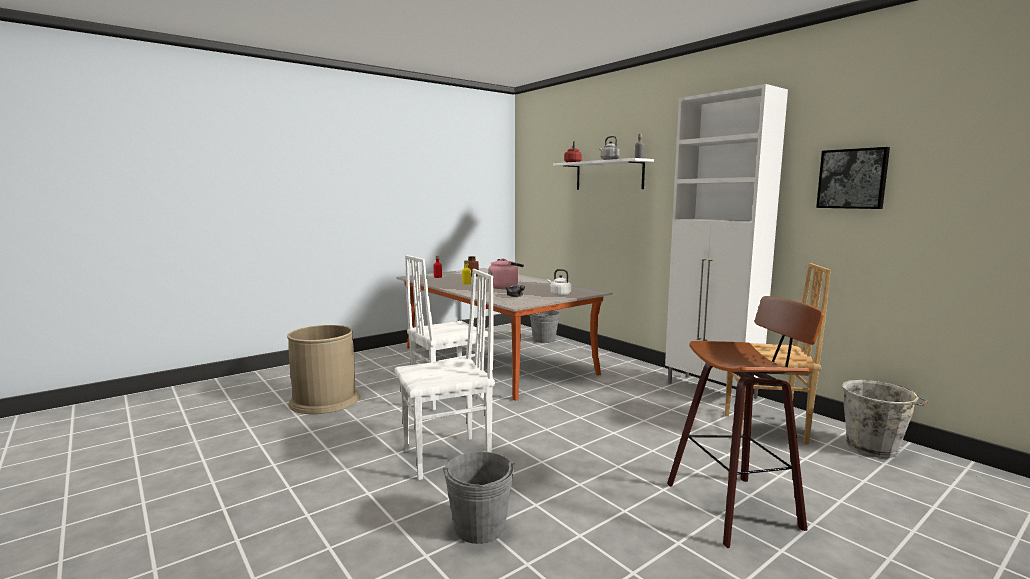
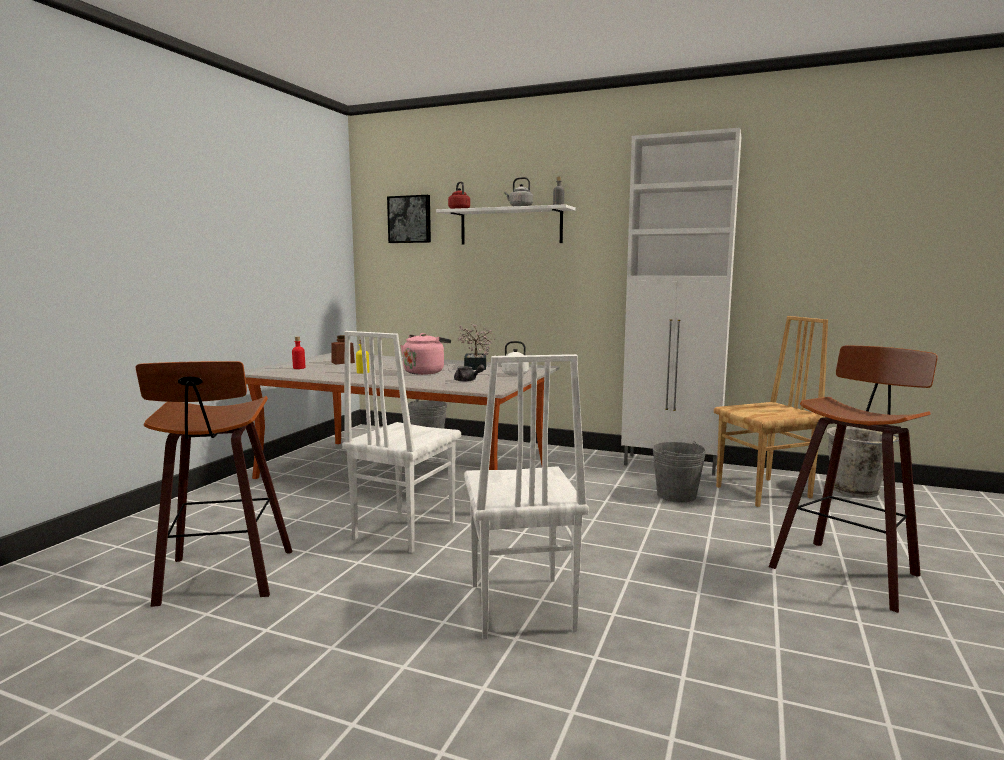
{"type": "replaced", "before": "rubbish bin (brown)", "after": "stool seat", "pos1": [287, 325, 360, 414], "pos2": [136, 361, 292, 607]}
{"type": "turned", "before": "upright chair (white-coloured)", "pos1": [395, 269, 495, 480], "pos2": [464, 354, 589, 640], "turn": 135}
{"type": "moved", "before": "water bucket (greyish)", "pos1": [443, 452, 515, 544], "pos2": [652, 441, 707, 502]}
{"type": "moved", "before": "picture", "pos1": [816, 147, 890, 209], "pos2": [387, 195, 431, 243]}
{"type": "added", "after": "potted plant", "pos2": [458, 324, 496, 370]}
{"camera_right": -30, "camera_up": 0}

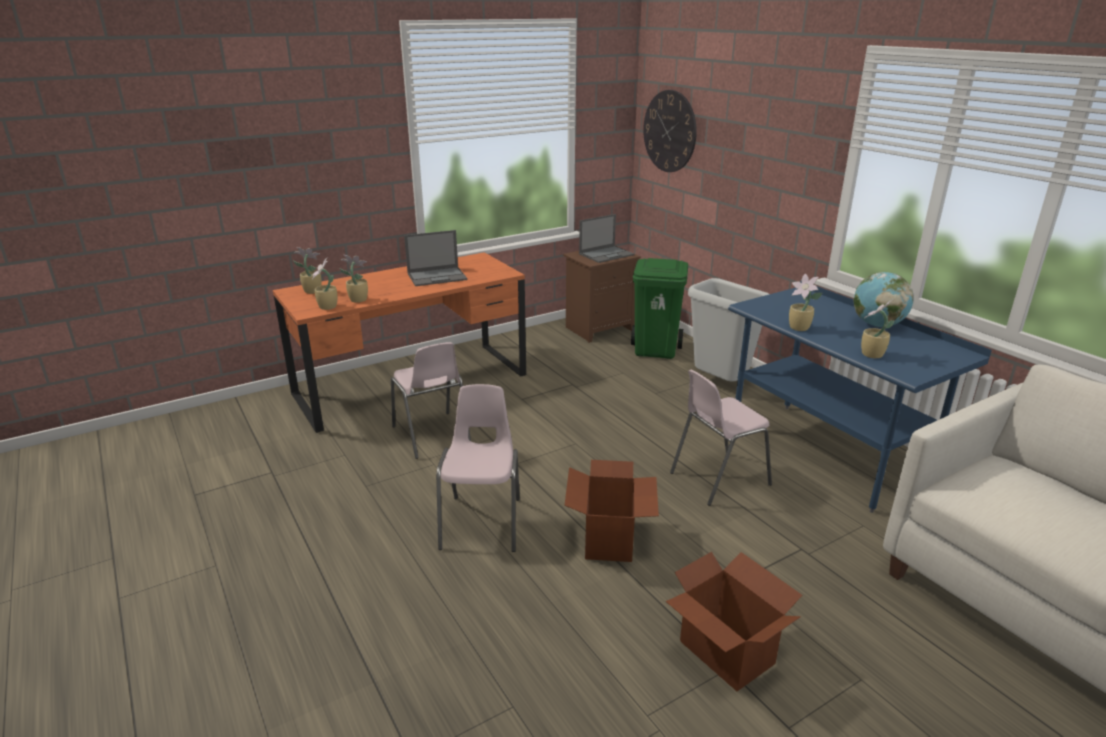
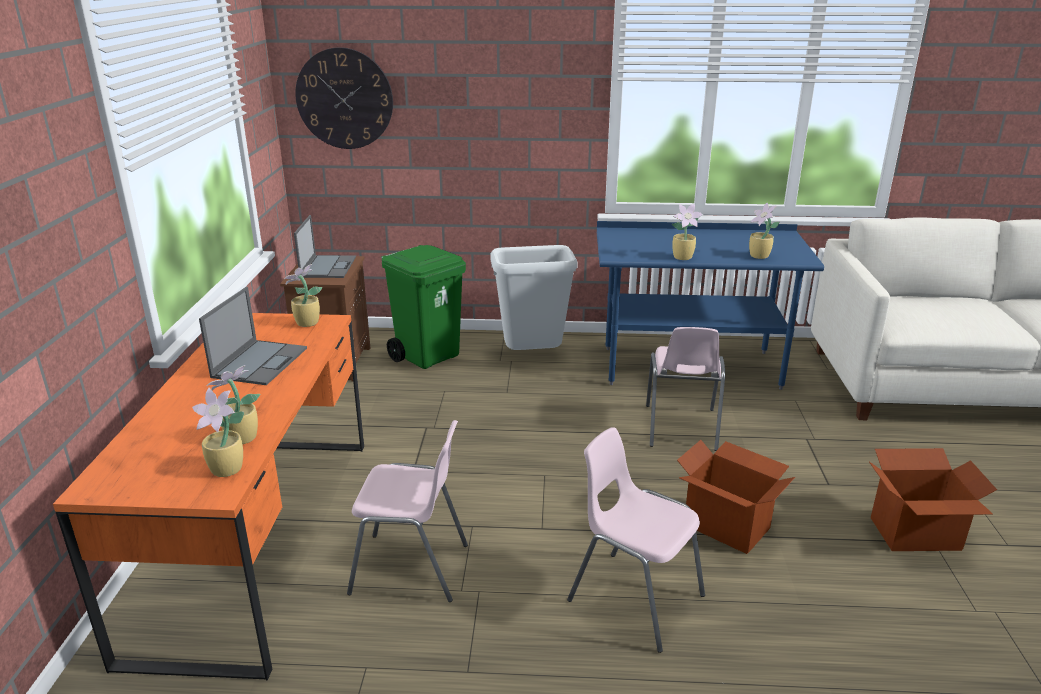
{"type": "moved", "before": "potted plant", "pos1": [293, 247, 322, 294], "pos2": [284, 264, 323, 327]}
{"type": "removed", "before": "world globe", "pos1": [853, 272, 913, 327]}
{"camera_right": -55, "camera_up": 0}

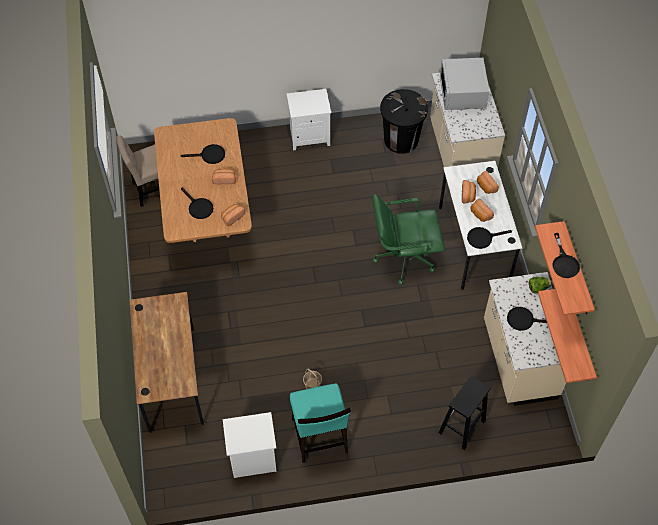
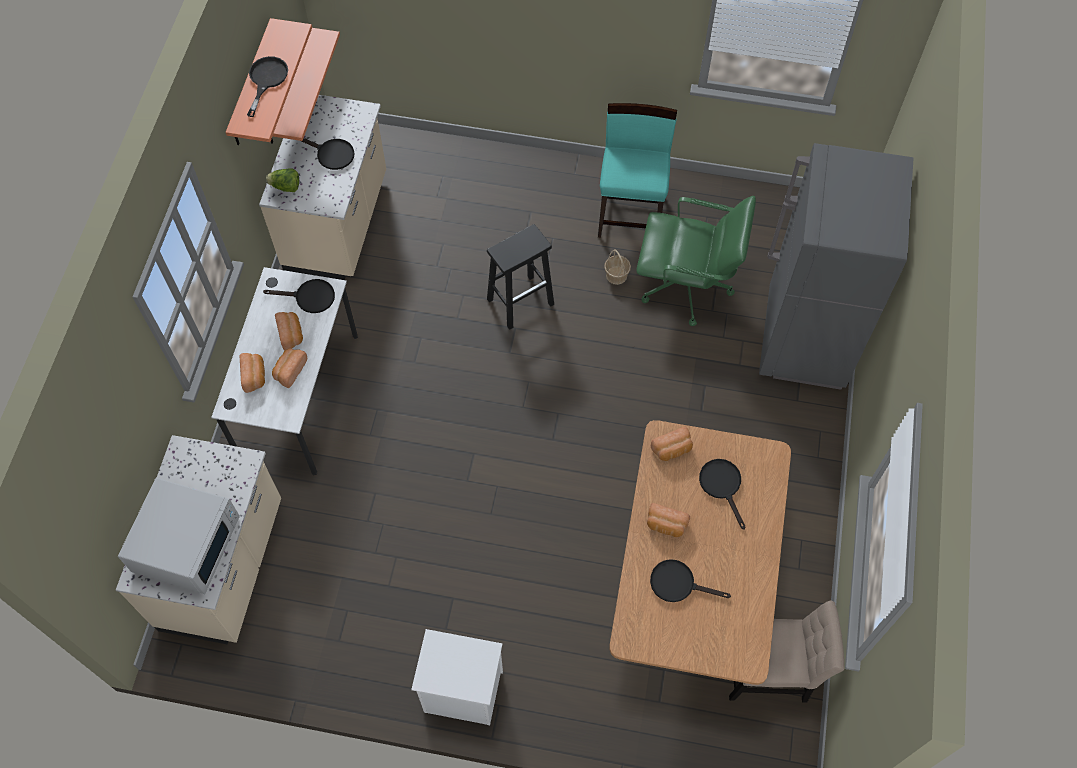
{"type": "replaced", "before": "desk (brown)", "after": "refrigerator (greyish)", "pos1": [129, 292, 204, 433], "pos2": [759, 143, 913, 390]}
{"type": "removed", "before": "bedside table (white-coloured)", "pos1": [223, 412, 277, 478]}
{"type": "moved", "before": "desk chair (green-coloured)", "pos1": [372, 194, 445, 285], "pos2": [636, 196, 756, 326]}
{"type": "removed", "before": "rubbish bin (black)", "pos1": [380, 89, 428, 154]}
{"type": "moved", "before": "stool seat (black)", "pos1": [439, 375, 491, 450], "pos2": [487, 224, 554, 330]}
{"camera_right": -160, "camera_up": 5}

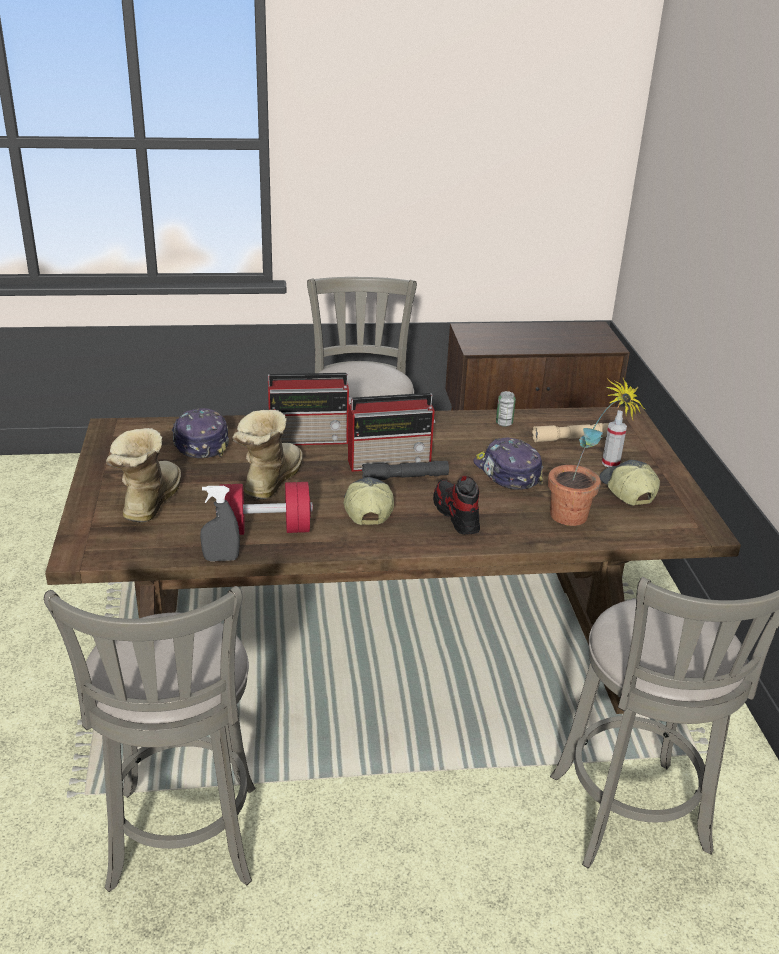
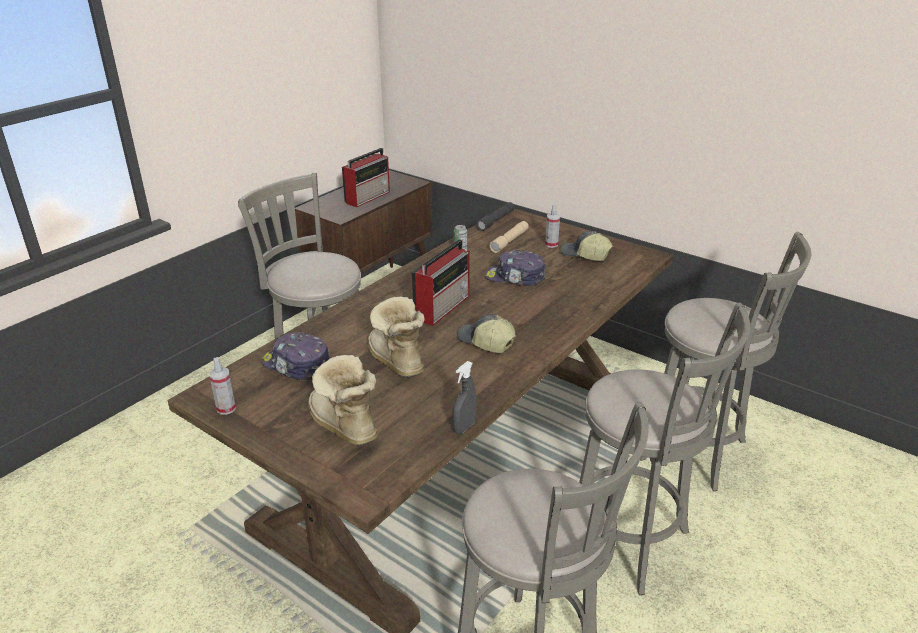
{"type": "removed", "before": "free weight (red-coloured)", "pos1": [216, 482, 313, 535]}
{"type": "moved", "before": "radio set", "pos1": [268, 373, 352, 445], "pos2": [342, 148, 390, 207]}
{"type": "moved", "before": "hand torch (greyish)", "pos1": [362, 461, 449, 480], "pos2": [476, 202, 515, 231]}
{"type": "removed", "before": "low shoe", "pos1": [433, 476, 480, 535]}
{"type": "removed", "before": "potted plant", "pos1": [548, 378, 646, 526]}
{"type": "added", "after": "spray bottle", "pos2": [209, 357, 236, 415]}
{"type": "added", "after": "stool seat (greyish)", "pos2": [579, 303, 750, 595]}
{"camera_right": -45, "camera_up": 0}

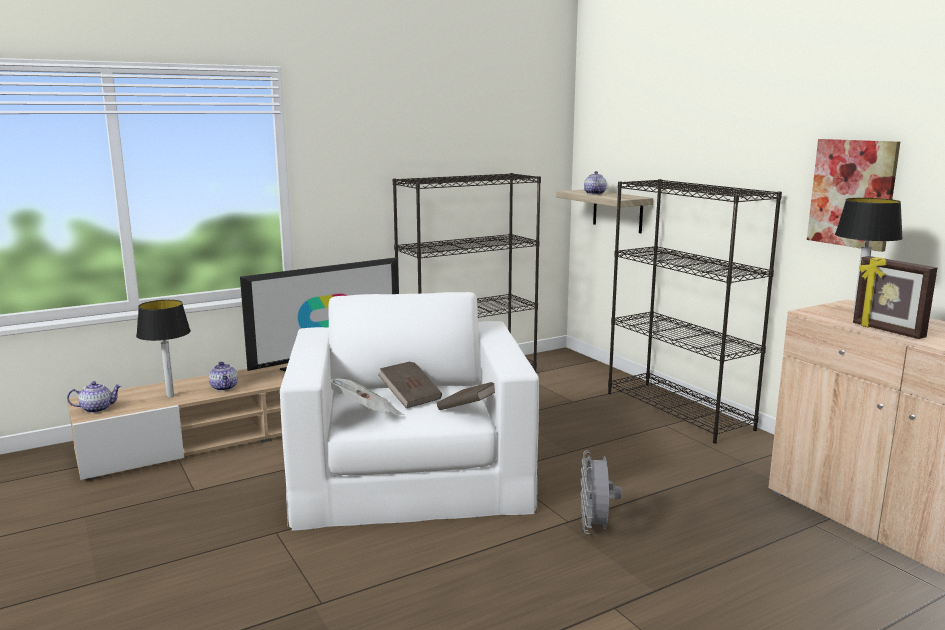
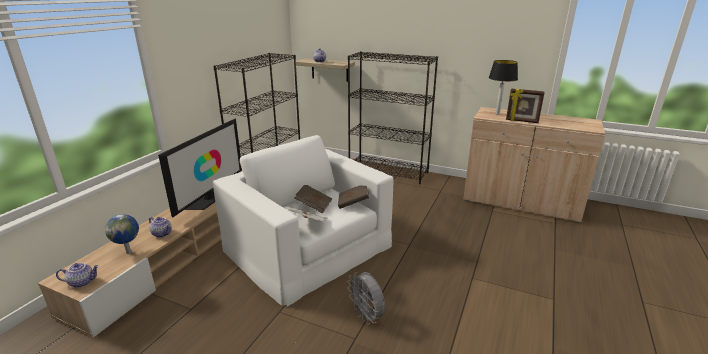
{"type": "turned", "before": "teapot", "pos1": [67, 381, 122, 413], "pos2": [56, 263, 99, 288], "turn": 45}
{"type": "replaced", "before": "tabletop lamp", "after": "world globe", "pos1": [136, 300, 191, 397], "pos2": [105, 214, 139, 254]}
{"type": "moved", "before": "cooling fan (greyish)", "pos1": [580, 450, 621, 534], "pos2": [347, 272, 385, 325]}
{"type": "removed", "before": "picture", "pos1": [807, 139, 900, 252]}
{"camera_right": -35, "camera_up": 10}

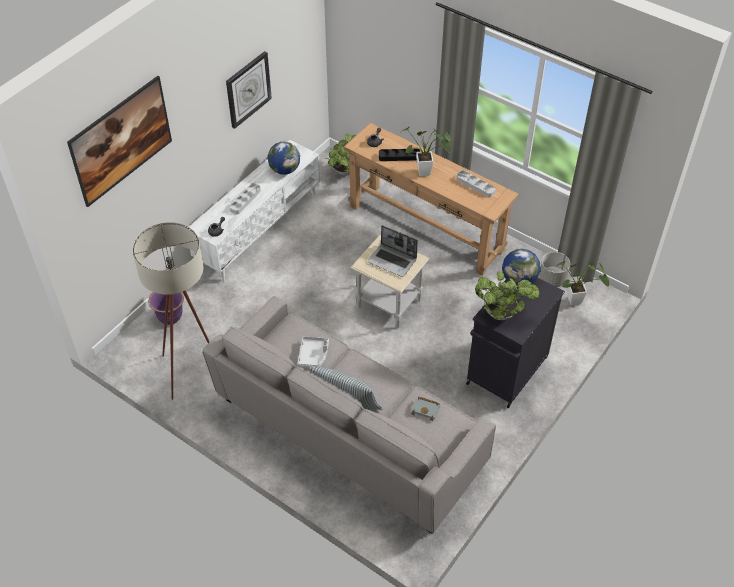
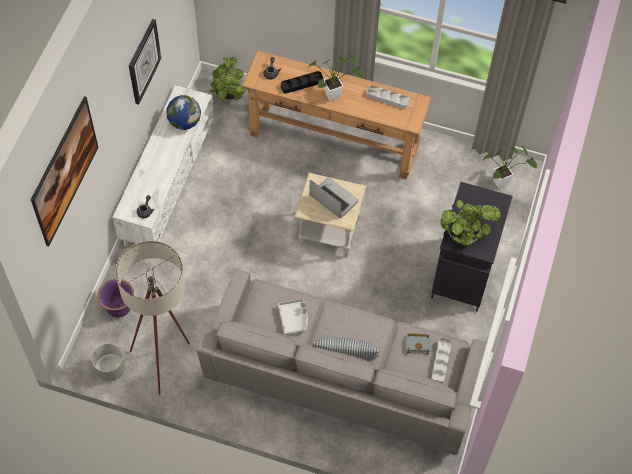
{"type": "moved", "before": "carrying tray (greyish)", "pos1": [229, 183, 261, 215], "pos2": [431, 338, 452, 383]}
{"type": "turned", "before": "portable computer", "pos1": [368, 225, 418, 277], "pos2": [309, 177, 359, 218], "turn": -150}
{"type": "removed", "before": "world globe", "pos1": [502, 249, 541, 285]}
{"type": "moved", "before": "planter (greyish)", "pos1": [539, 252, 570, 287], "pos2": [92, 343, 126, 382]}
{"camera_right": -20, "camera_up": 10}

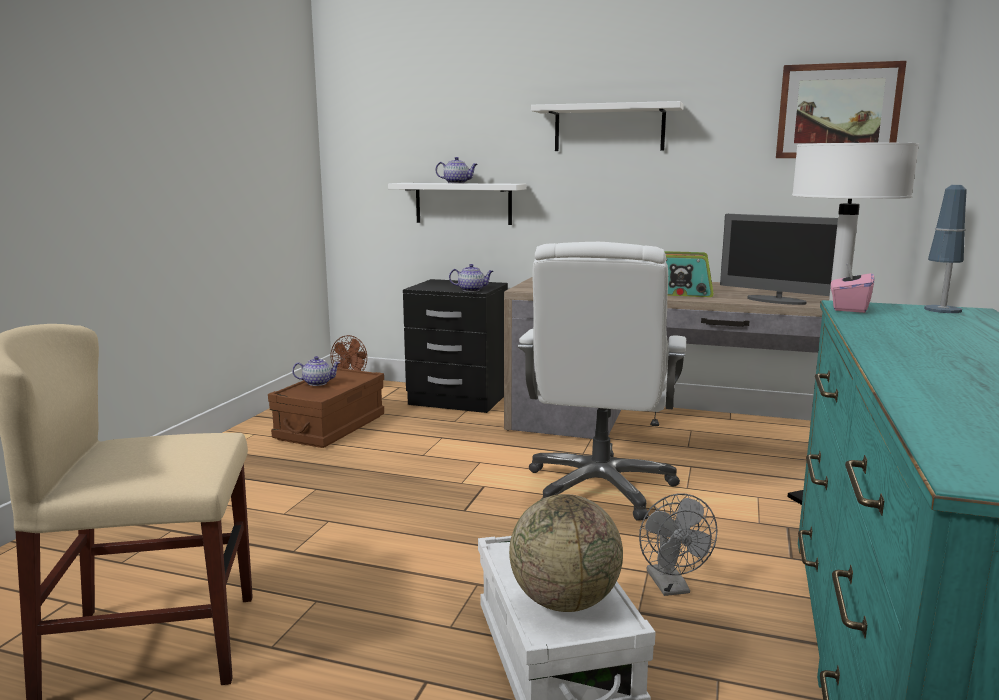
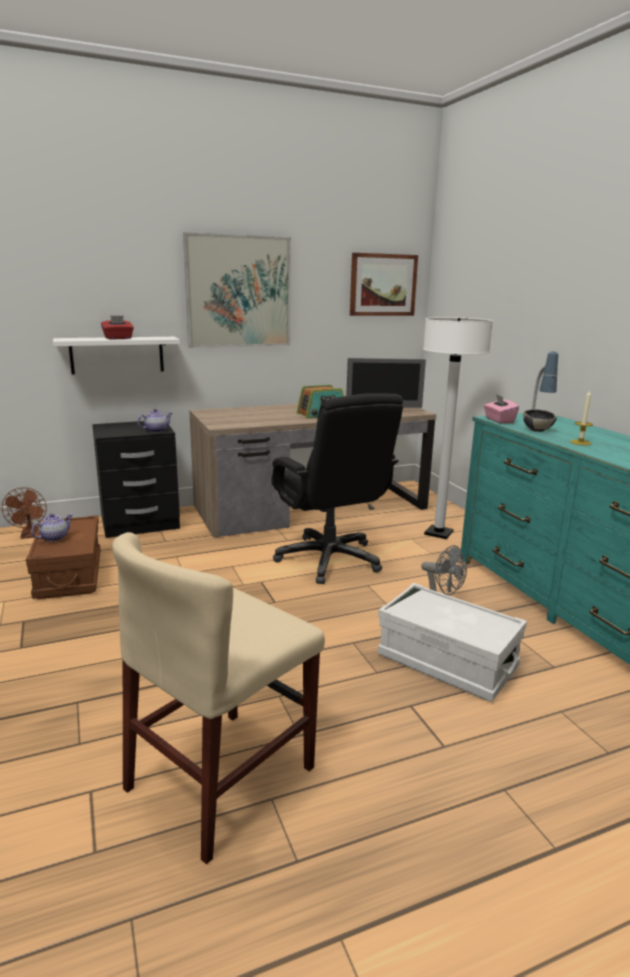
{"type": "replaced", "before": "teapot", "after": "box of tissues (red-coloured)", "pos1": [436, 157, 478, 183], "pos2": [101, 315, 134, 339]}
{"type": "removed", "before": "world globe", "pos1": [509, 494, 623, 612]}
{"type": "recoloured", "before": "desk chair (white-coloured)", "after": "desk chair (black)", "pos1": [518, 242, 686, 521], "pos2": [271, 393, 403, 584]}
{"type": "replaced", "before": "bracket shelf (white-coloured)", "after": "picture", "pos1": [531, 101, 684, 151], "pos2": [183, 232, 291, 348]}
{"type": "added", "after": "serving bowl", "pos2": [523, 409, 557, 432]}
{"type": "added", "after": "candle", "pos2": [570, 390, 593, 445]}
{"camera_right": -40, "camera_up": 5}

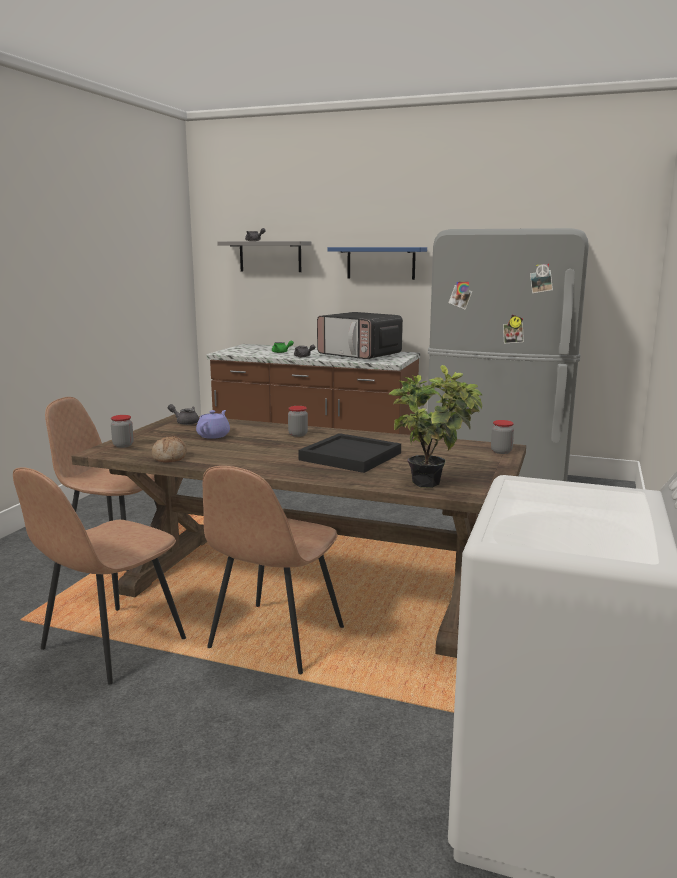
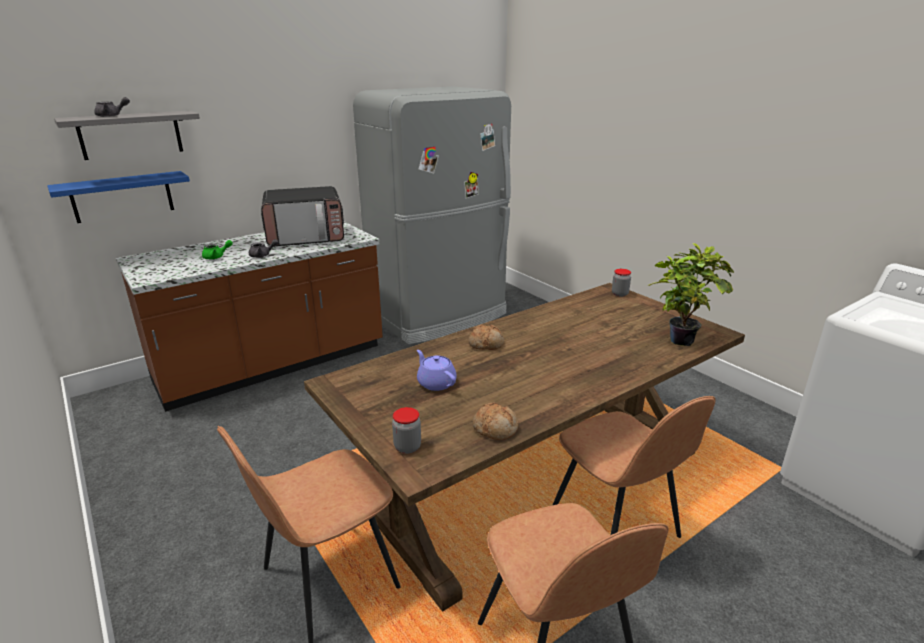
{"type": "removed", "before": "teapot (greyish)", "pos1": [168, 404, 199, 425]}
{"type": "replaced", "before": "jar", "after": "bakery bread", "pos1": [288, 406, 308, 437], "pos2": [468, 324, 504, 350]}
{"type": "removed", "before": "carrying tray (black)", "pos1": [298, 433, 401, 473]}
{"type": "moved", "before": "bracket shelf (blue)", "pos1": [328, 247, 427, 280], "pos2": [47, 171, 190, 223]}
{"camera_right": -55, "camera_up": 10}

